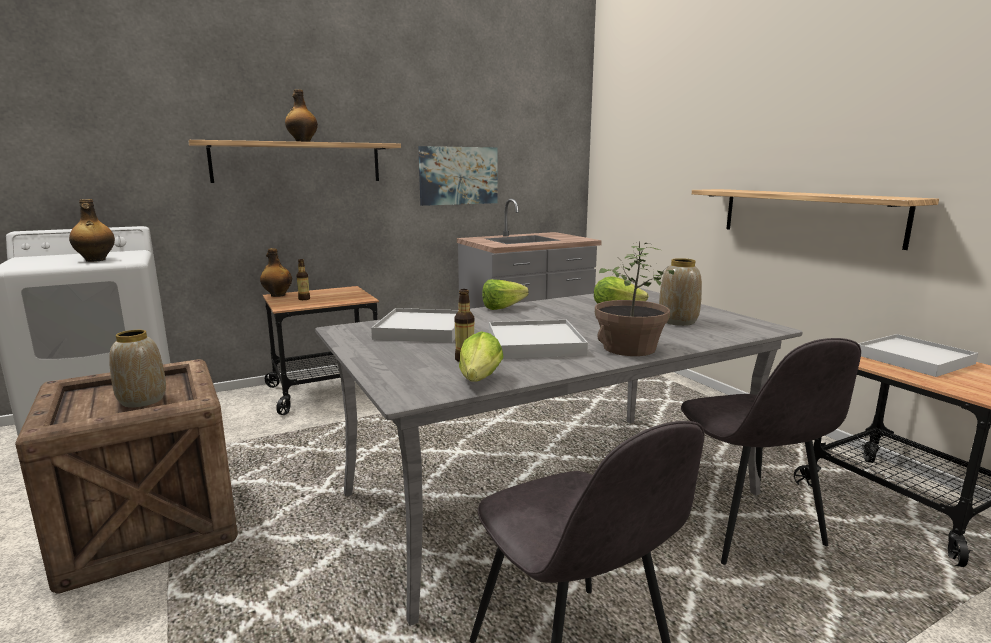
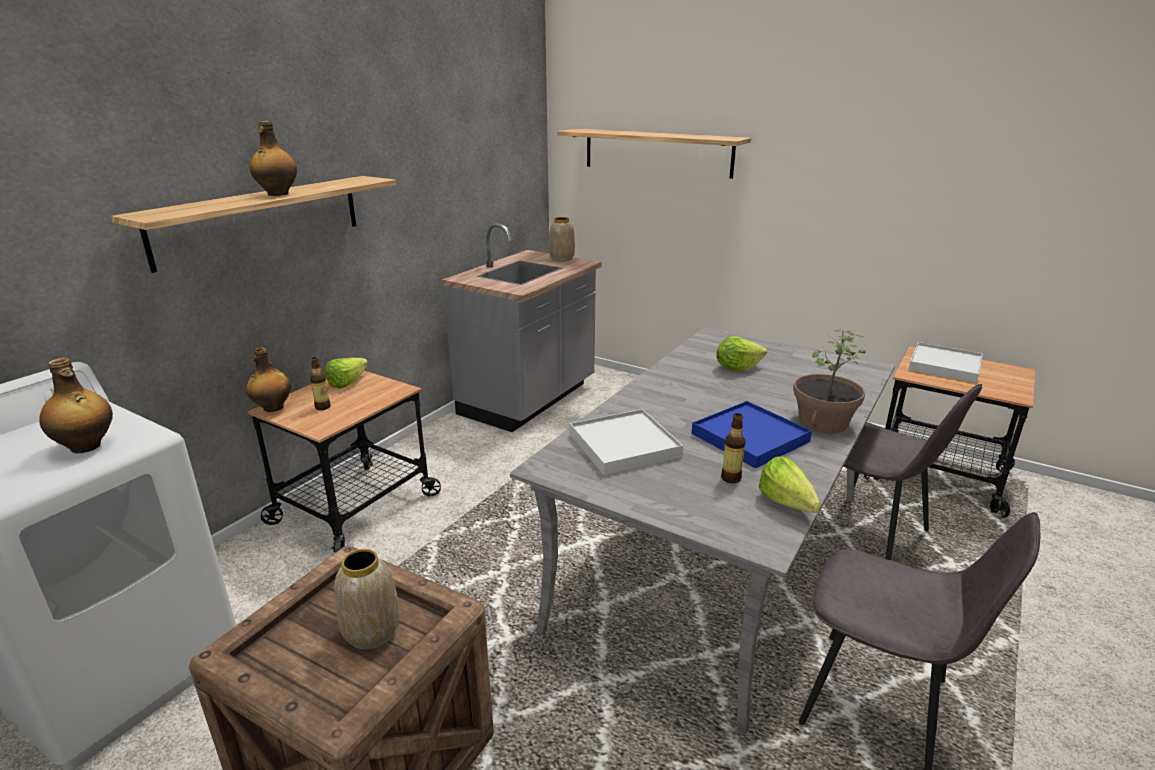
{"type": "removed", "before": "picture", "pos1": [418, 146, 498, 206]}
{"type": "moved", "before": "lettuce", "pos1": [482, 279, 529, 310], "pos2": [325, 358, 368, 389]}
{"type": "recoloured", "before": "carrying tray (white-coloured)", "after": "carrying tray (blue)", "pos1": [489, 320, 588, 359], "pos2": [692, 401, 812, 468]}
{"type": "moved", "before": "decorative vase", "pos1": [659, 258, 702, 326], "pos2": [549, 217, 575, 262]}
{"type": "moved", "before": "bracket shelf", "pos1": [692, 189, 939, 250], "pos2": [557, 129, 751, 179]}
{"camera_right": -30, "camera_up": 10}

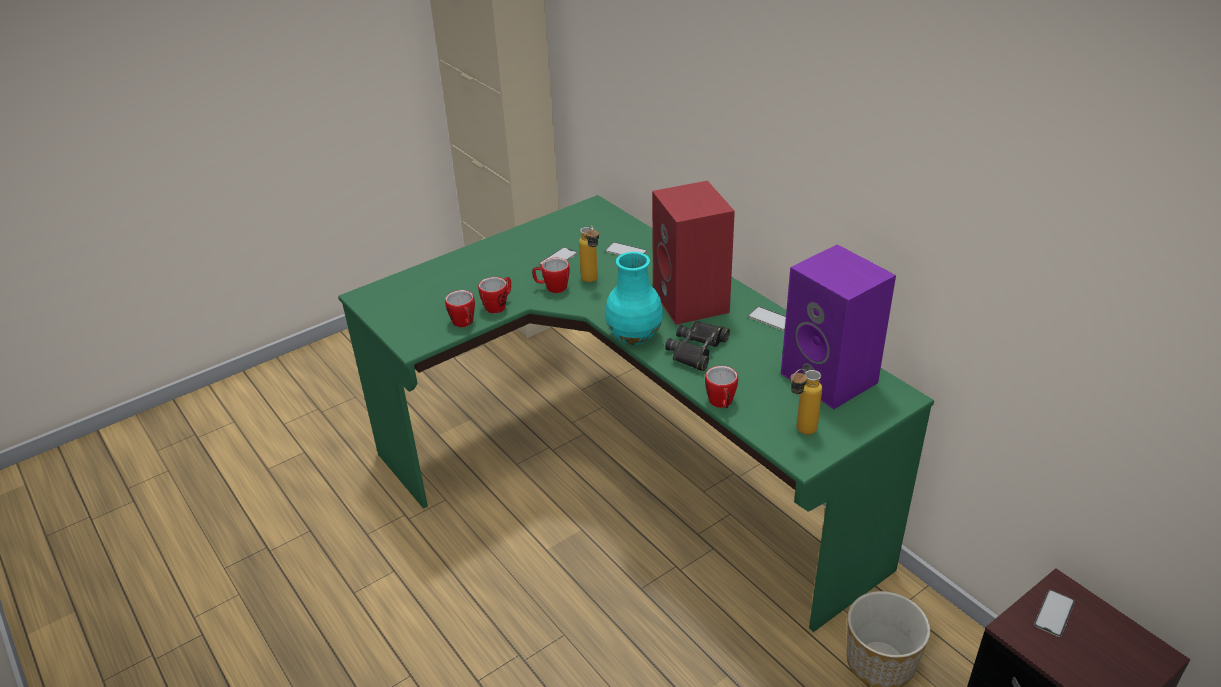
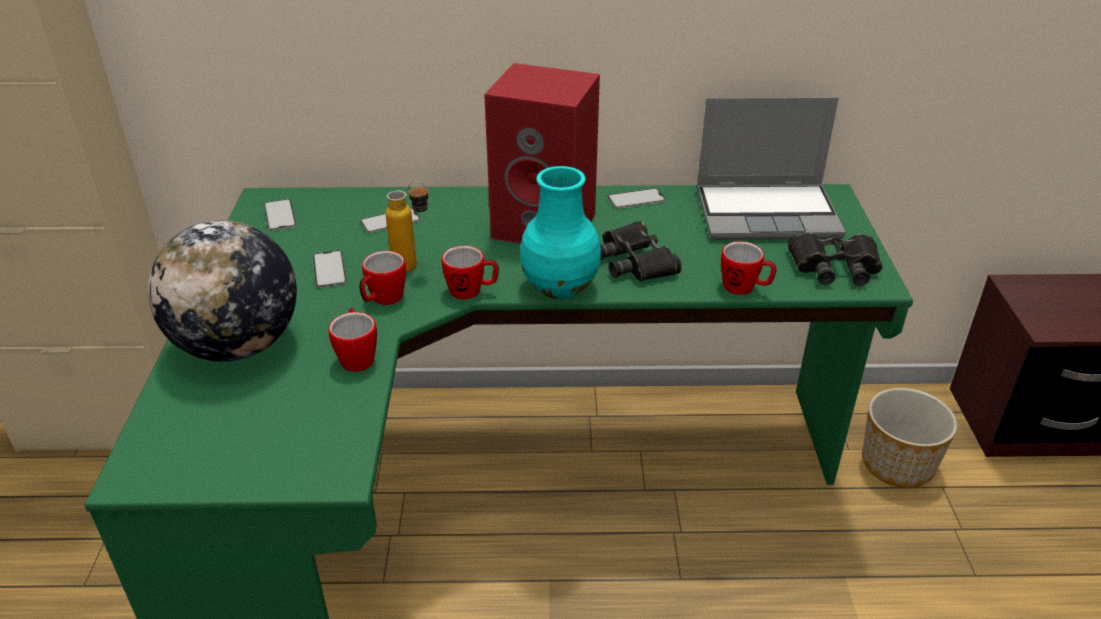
{"type": "moved", "before": "mug", "pos1": [445, 290, 475, 327], "pos2": [442, 246, 499, 299]}
{"type": "replaced", "before": "audio speaker (purple-coloured)", "after": "portable computer", "pos1": [781, 244, 896, 409], "pos2": [696, 97, 846, 240]}
{"type": "replaced", "before": "drink bottle", "after": "binoculars (black)", "pos1": [790, 369, 822, 435], "pos2": [788, 233, 882, 286]}
{"type": "moved", "before": "telephone", "pos1": [1034, 590, 1075, 637], "pos2": [264, 199, 297, 231]}
{"type": "added", "after": "world globe", "pos2": [148, 220, 297, 362]}
{"camera_right": -55, "camera_up": 0}

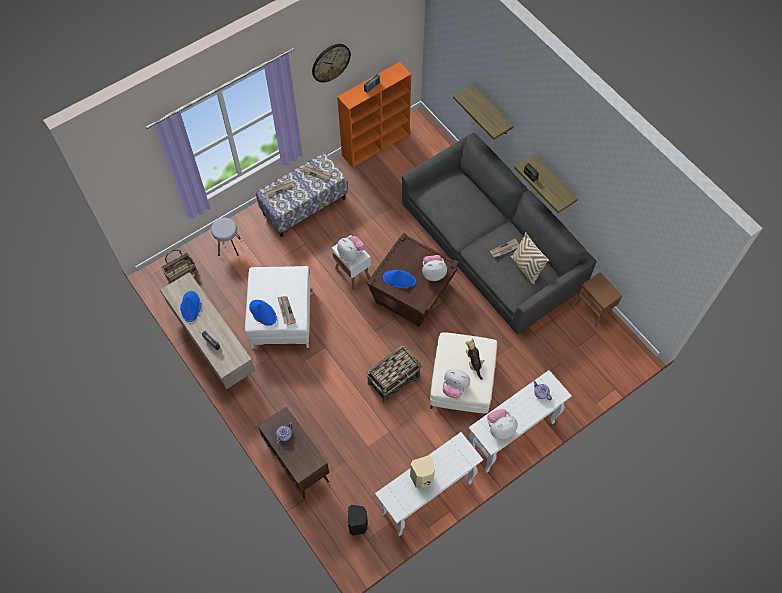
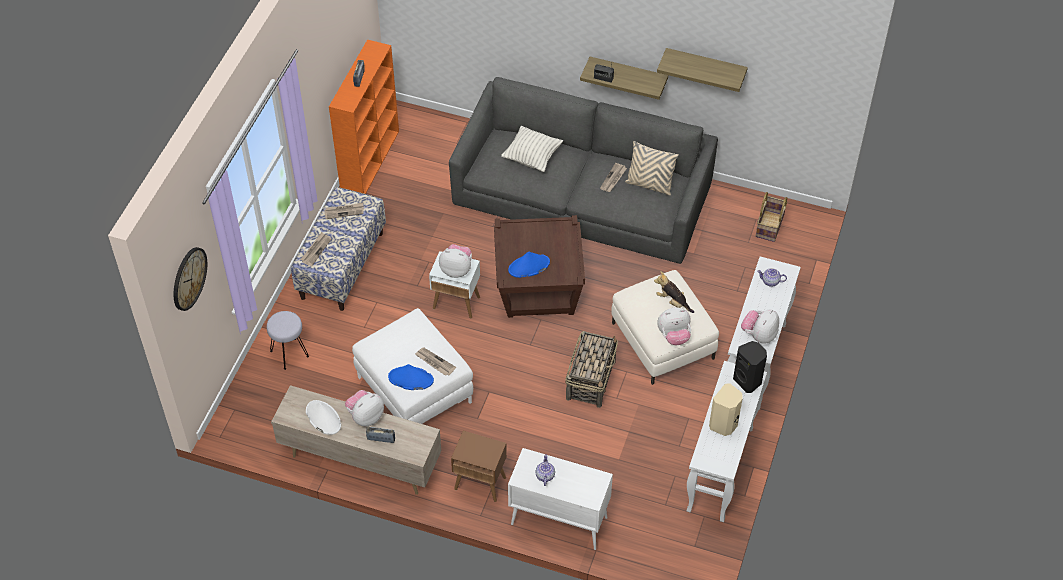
{"type": "moved", "before": "storage basket", "pos1": [161, 249, 197, 283], "pos2": [756, 192, 787, 242]}
{"type": "recoloured", "before": "clothing hat (blue)", "after": "clothing hat (white-coloured)", "pos1": [180, 291, 201, 322], "pos2": [306, 400, 341, 435]}
{"type": "recoloured", "before": "cabinet (brown)", "after": "cabinet (white-coloured)", "pos1": [258, 407, 329, 499], "pos2": [508, 448, 613, 550]}
{"type": "moved", "before": "clock on the wall", "pos1": [312, 44, 351, 82], "pos2": [174, 247, 207, 311]}
{"type": "moved", "before": "audio speaker (black)", "pos1": [348, 505, 367, 536], "pos2": [733, 341, 767, 393]}
{"type": "moved", "before": "plush toy", "pos1": [422, 255, 447, 281], "pos2": [345, 390, 384, 426]}
{"type": "moved", "before": "bracket shelf", "pos1": [453, 85, 513, 140], "pos2": [657, 48, 748, 92]}
{"type": "moved", "before": "side table (brown)", "pos1": [575, 272, 623, 327], "pos2": [451, 431, 507, 502]}
{"type": "added", "after": "pillow", "pos2": [501, 126, 563, 172]}
{"camera_right": -35, "camera_up": -10}

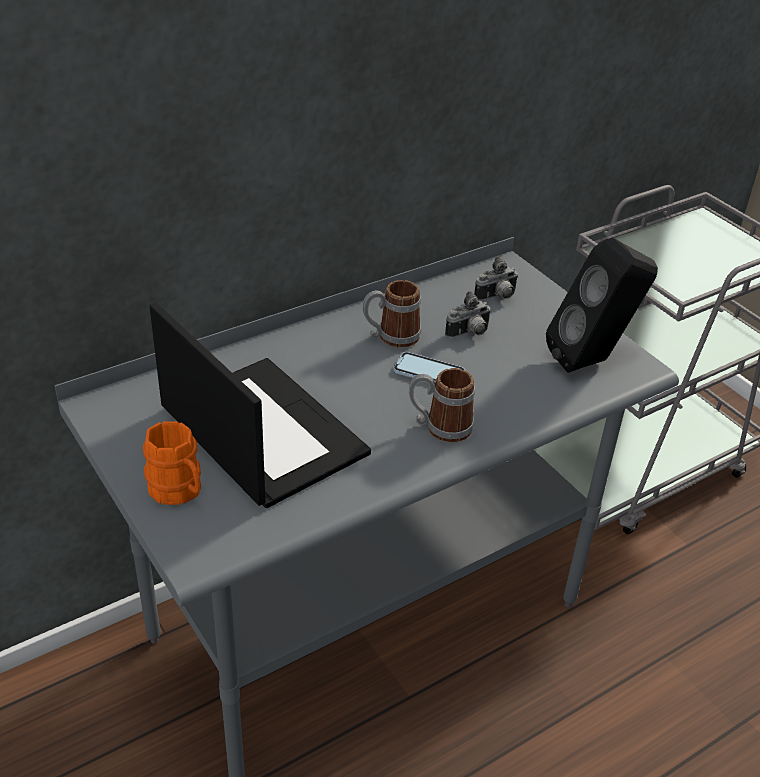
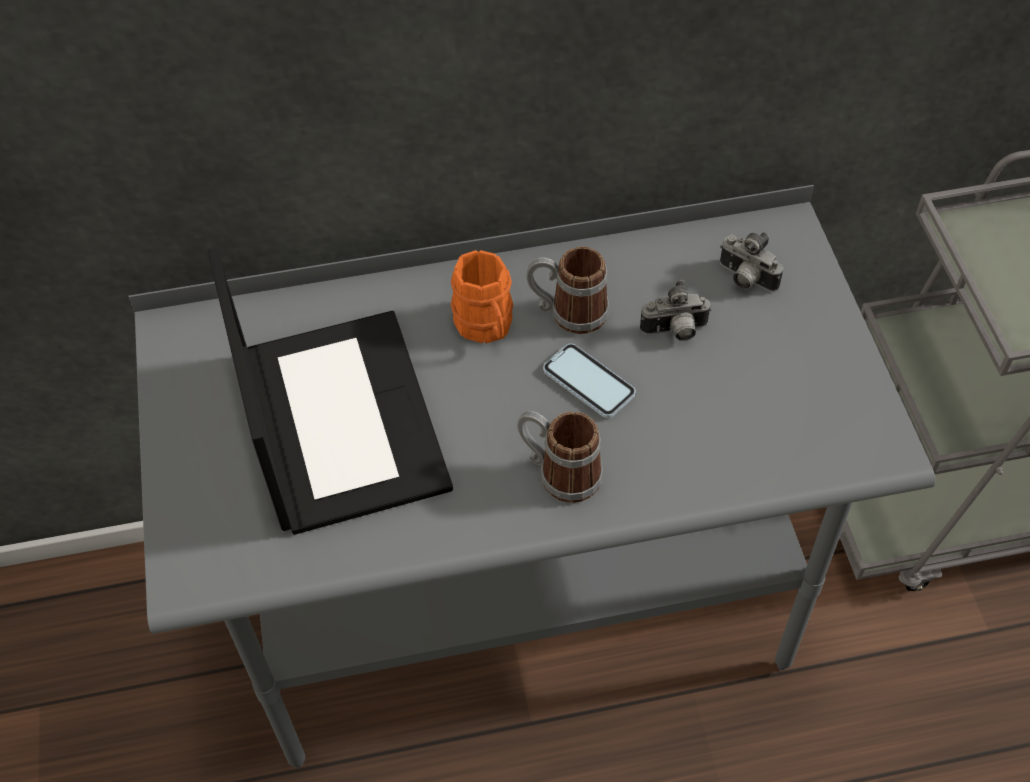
{"type": "moved", "before": "mug (orangey)", "pos1": [143, 421, 201, 505], "pos2": [451, 250, 513, 343]}
{"type": "turned", "before": "photo camera", "pos1": [474, 256, 519, 301], "pos2": [720, 232, 783, 292], "turn": 45}
{"type": "removed", "before": "audio speaker (black)", "pos1": [546, 237, 658, 373]}
{"camera_right": 25, "camera_up": 15}

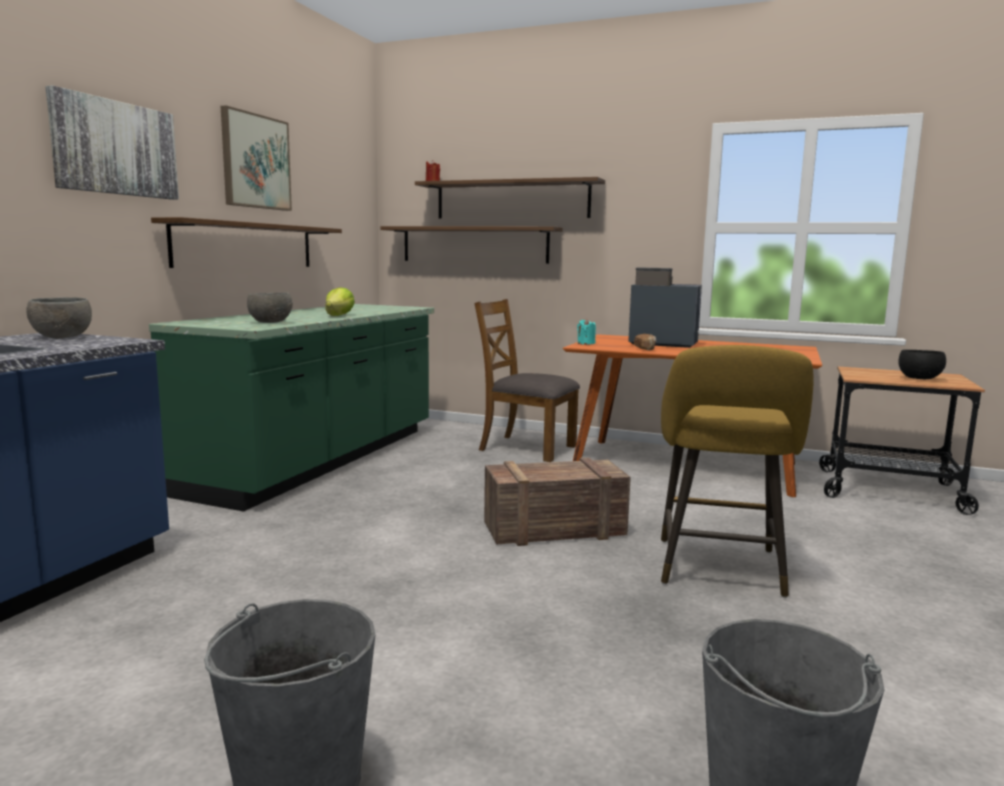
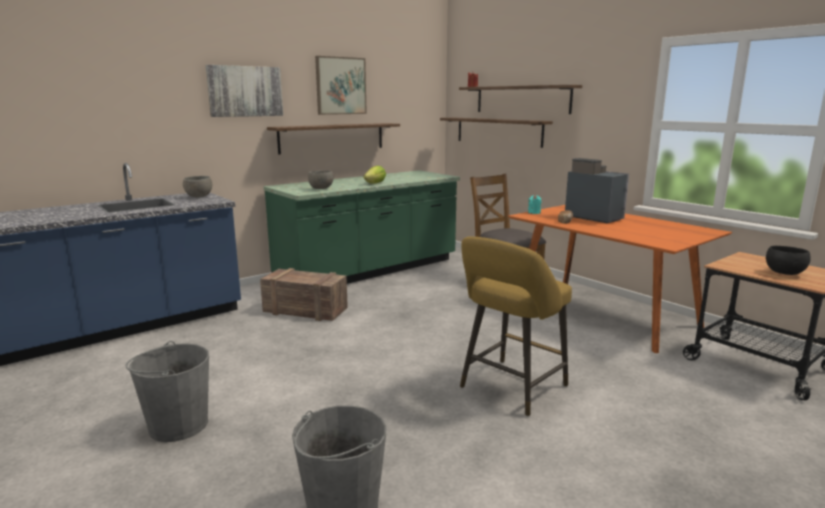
{"type": "moved", "before": "packing crate", "pos1": [484, 458, 631, 546], "pos2": [260, 268, 348, 321]}
{"camera_right": 30, "camera_up": 5}

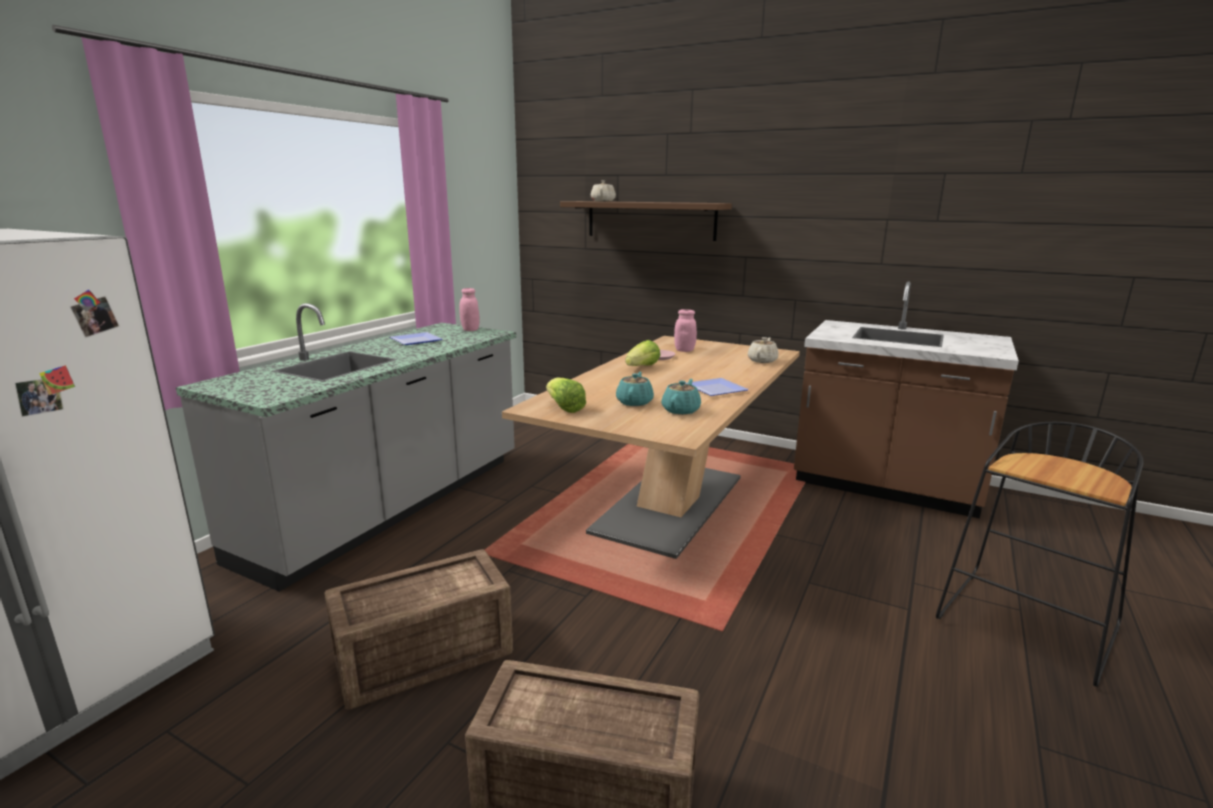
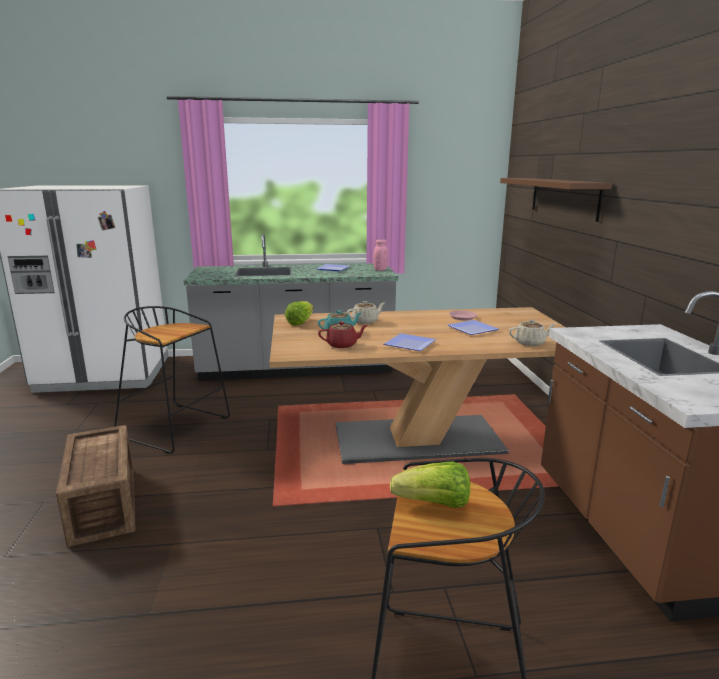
{"type": "replaced", "before": "packing crate", "after": "stool seat (black)", "pos1": [324, 549, 513, 710], "pos2": [114, 306, 230, 454]}
{"type": "moved", "before": "teapot (sand-coloured)", "pos1": [591, 180, 616, 201], "pos2": [347, 301, 385, 324]}
{"type": "moved", "before": "lettuce", "pos1": [625, 340, 660, 366], "pos2": [390, 462, 470, 508]}
{"type": "recoloured", "before": "teapot (turquoise-coloured)", "after": "teapot (red-coloured)", "pos1": [661, 379, 701, 415], "pos2": [318, 321, 368, 348]}
{"type": "removed", "before": "jar (pink)", "pos1": [674, 309, 697, 352]}
{"type": "added", "after": "dinner plate", "pos2": [447, 320, 499, 335]}
{"camera_right": 55, "camera_up": 0}

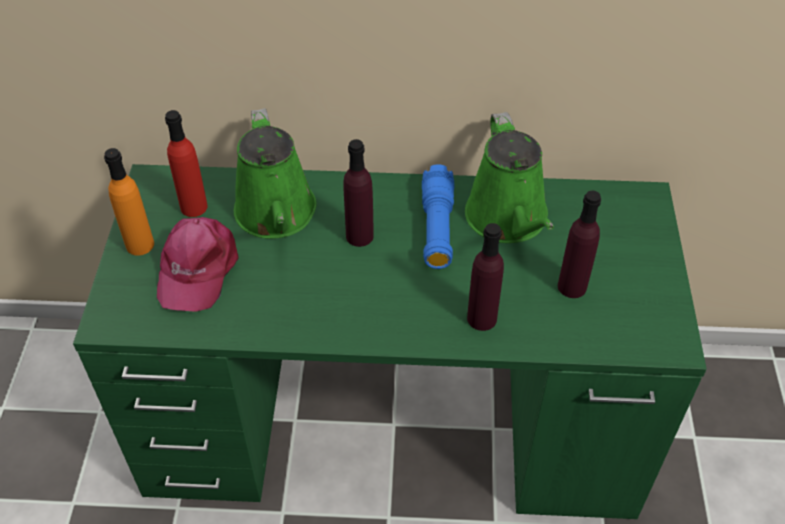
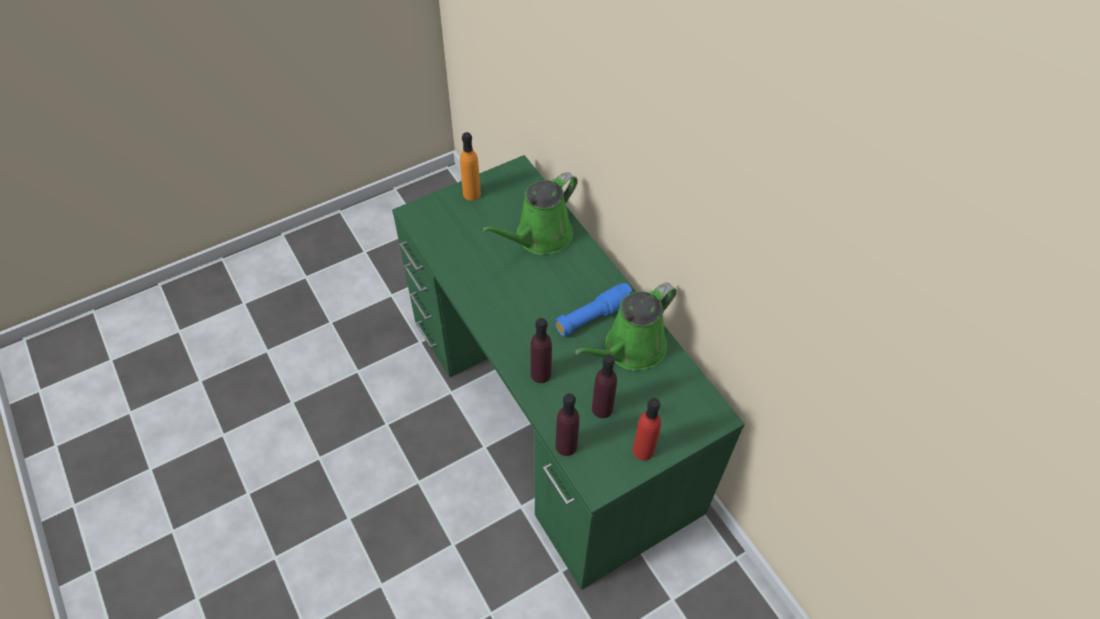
{"type": "removed", "before": "baseball cap (pink)", "pos1": [157, 217, 239, 312]}
{"type": "moved", "before": "drink bottle (red-coloured)", "pos1": [165, 110, 208, 217], "pos2": [633, 398, 661, 460]}
{"type": "moved", "before": "drink bottle (purple-coloured)", "pos1": [343, 139, 374, 247], "pos2": [556, 393, 579, 456]}
{"camera_right": 55, "camera_up": 5}

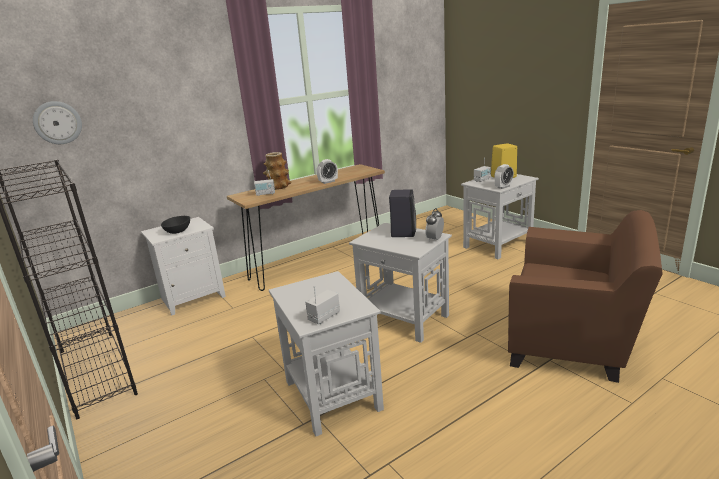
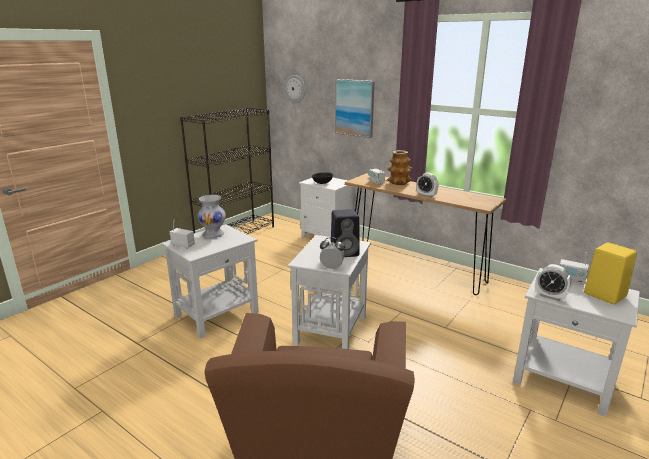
{"type": "added", "after": "decorative vase (white-coloured)", "pos2": [198, 195, 226, 238]}
{"type": "added", "after": "picture", "pos2": [335, 79, 374, 138]}
{"camera_right": 70, "camera_up": 0}

